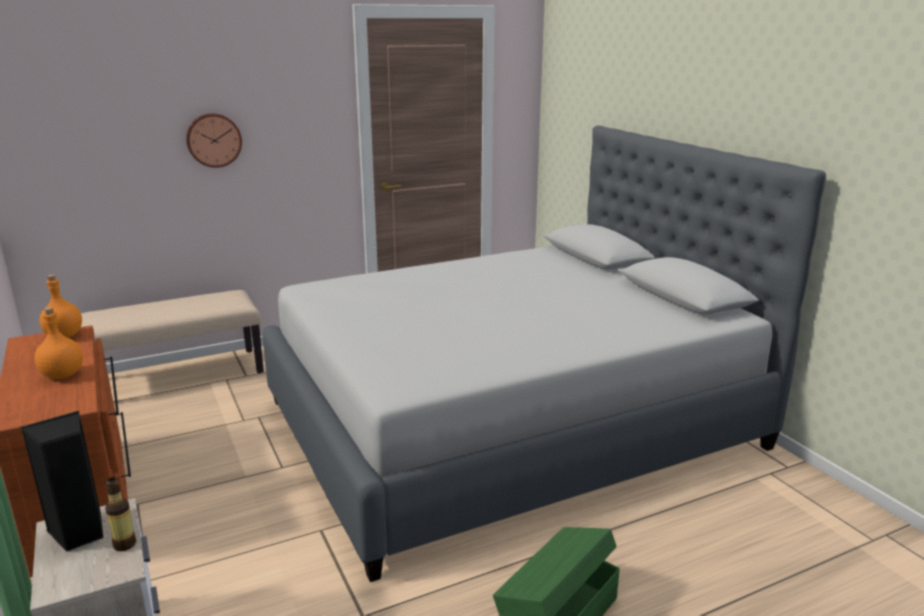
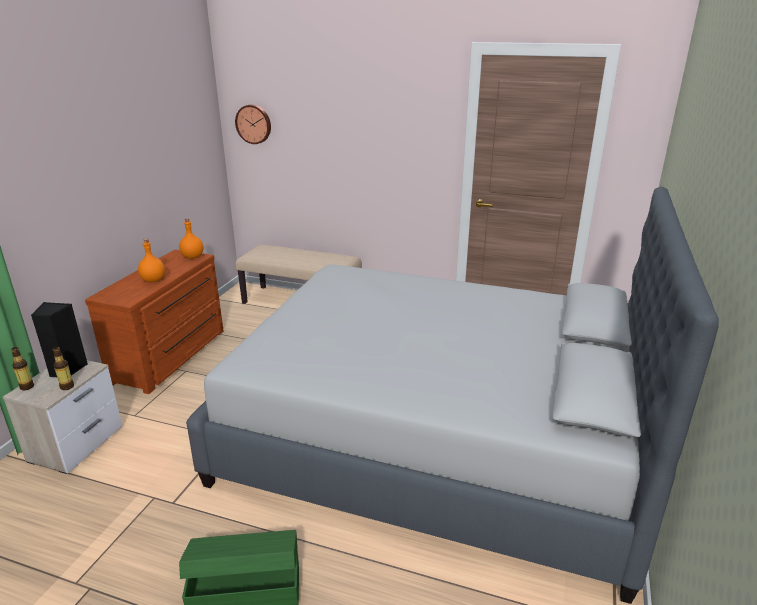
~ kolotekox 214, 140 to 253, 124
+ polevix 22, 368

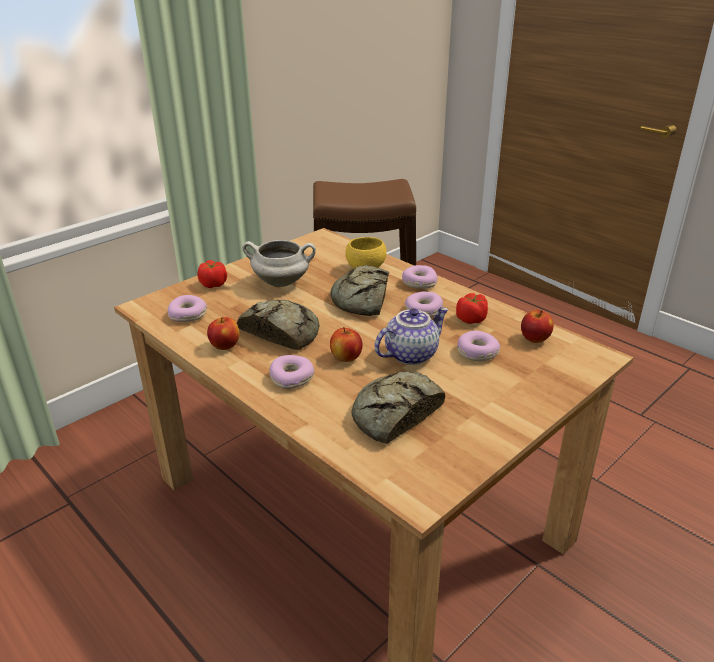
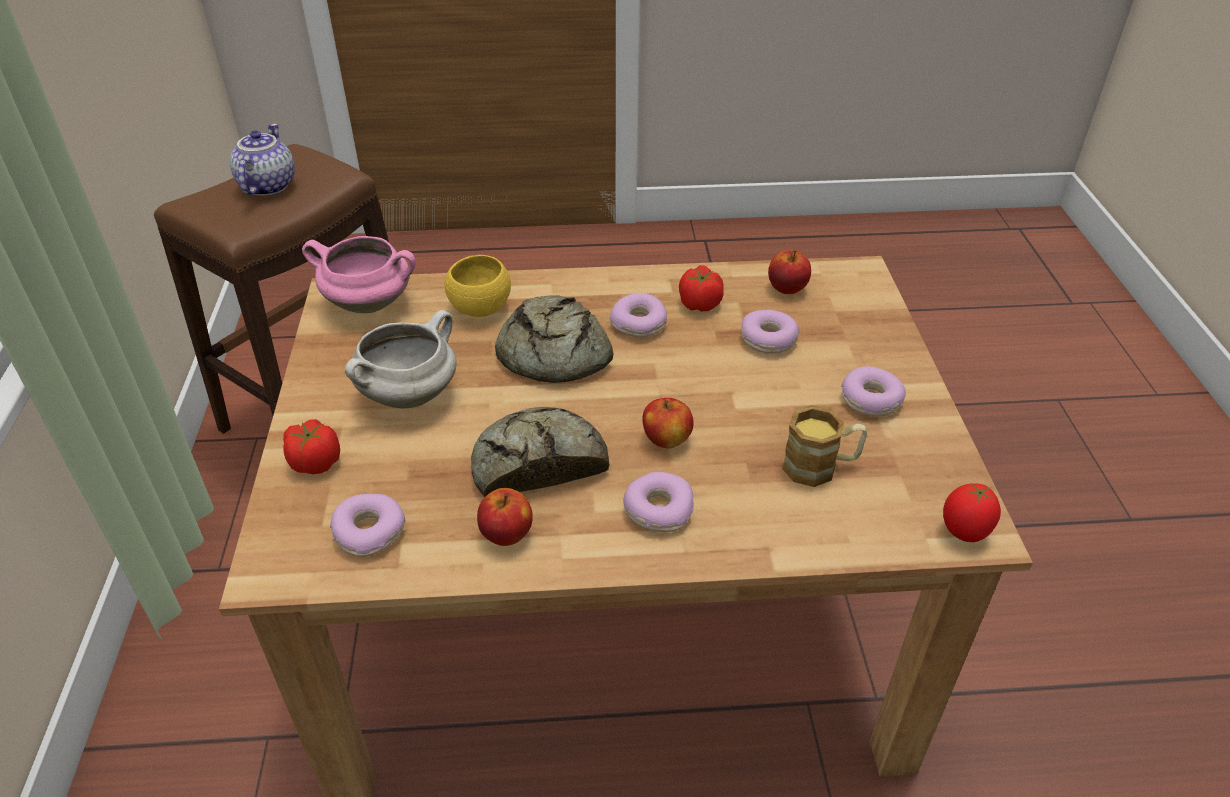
~ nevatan 398, 407 to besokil 824, 446
~ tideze 412, 336 to 262, 159
~ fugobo 420, 277 to 873, 391
+ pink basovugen 359, 274
+ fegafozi 972, 512

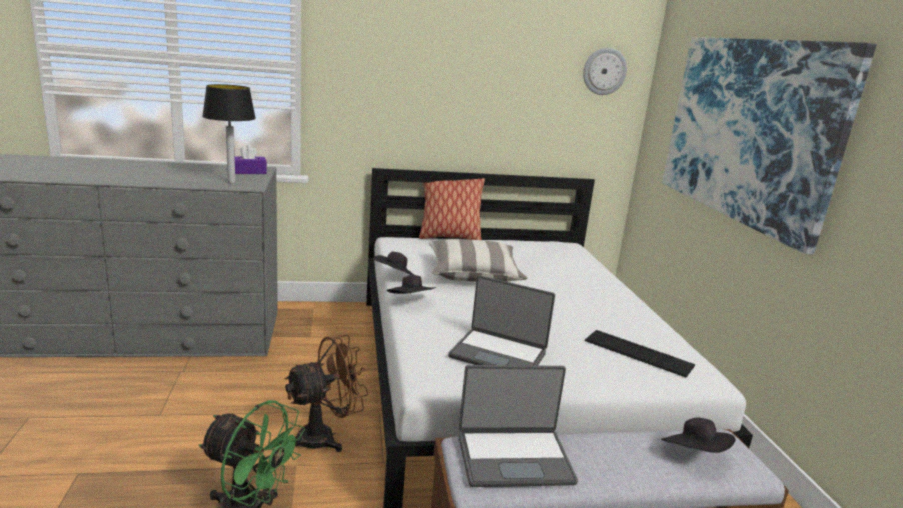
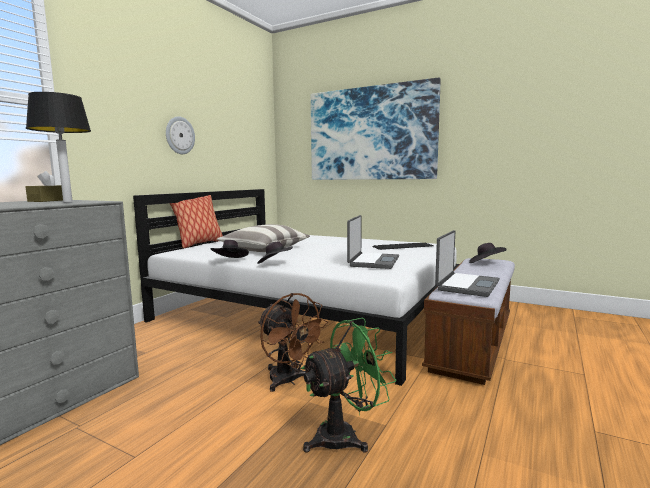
~ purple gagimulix 251, 159 to brown gagimulix 44, 186
~ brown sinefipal 326, 393 = 293, 342 135 degrees clockwise
~ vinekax 501, 320 = 373, 242 45 degrees counterclockwise
~ kolotekox 605, 71 to 180, 135

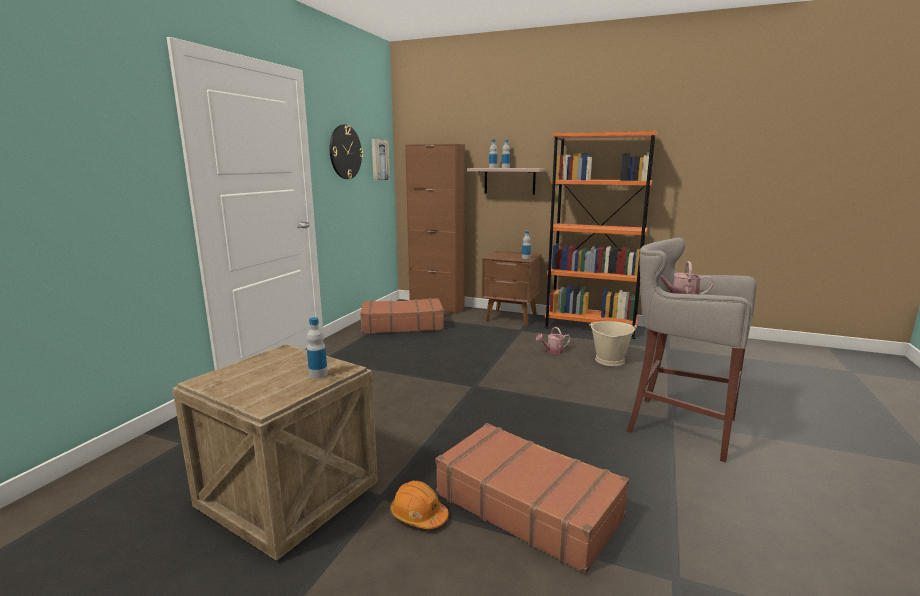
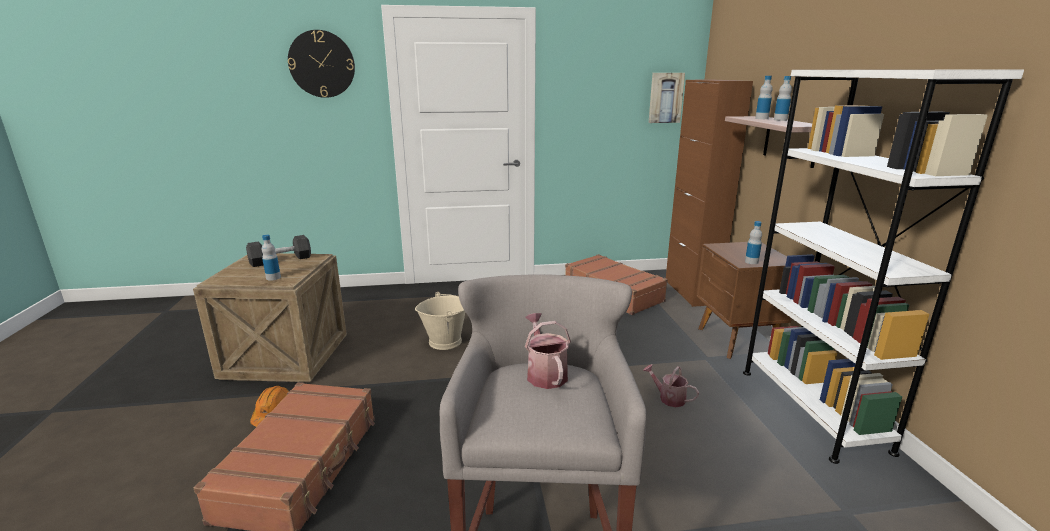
~ kolotekox 346, 152 to 321, 64
~ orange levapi 600, 235 to white levapi 883, 267
~ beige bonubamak 613, 343 to 440, 321
+ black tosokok 278, 251

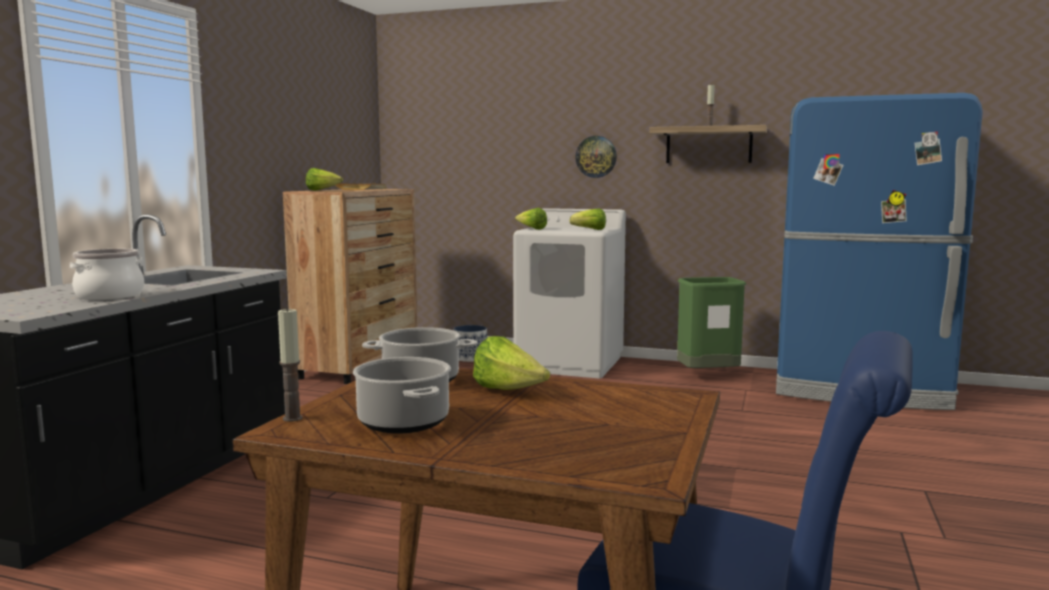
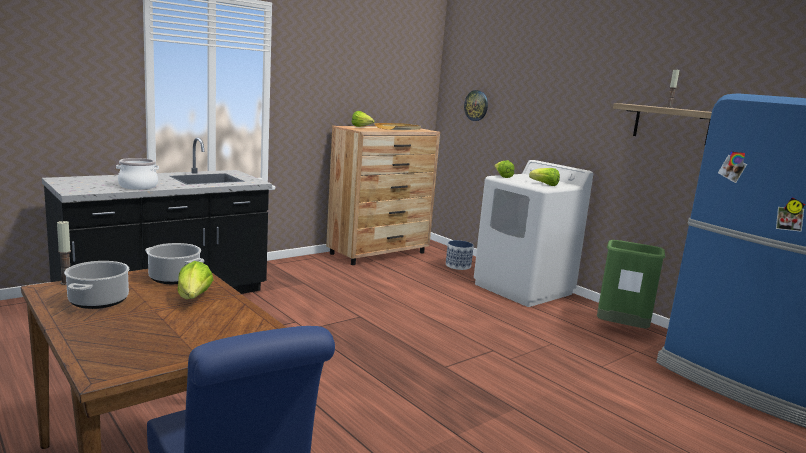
~ kolotekox 596, 157 to 476, 105

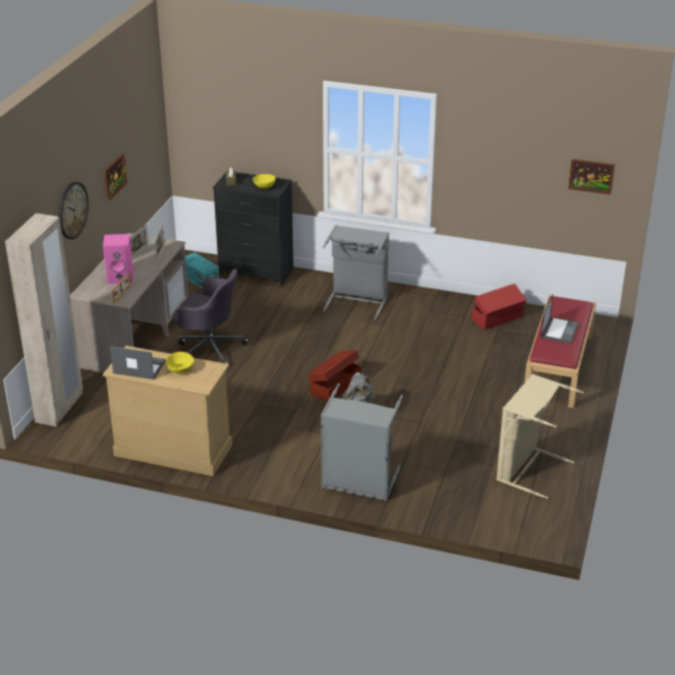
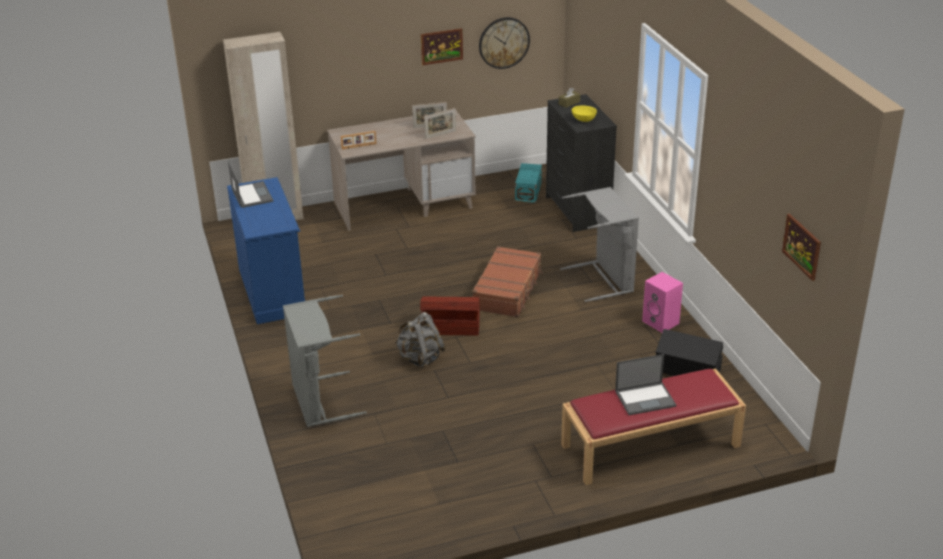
~ kolotekox 73, 210 to 504, 43
~ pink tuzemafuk 118, 259 to 662, 302
~ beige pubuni 168, 411 to blue pubuni 266, 250
- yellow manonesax 180, 363
- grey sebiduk 210, 316
~ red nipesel 499, 307 to black nipesel 689, 352
- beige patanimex 540, 436
+ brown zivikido 507, 281

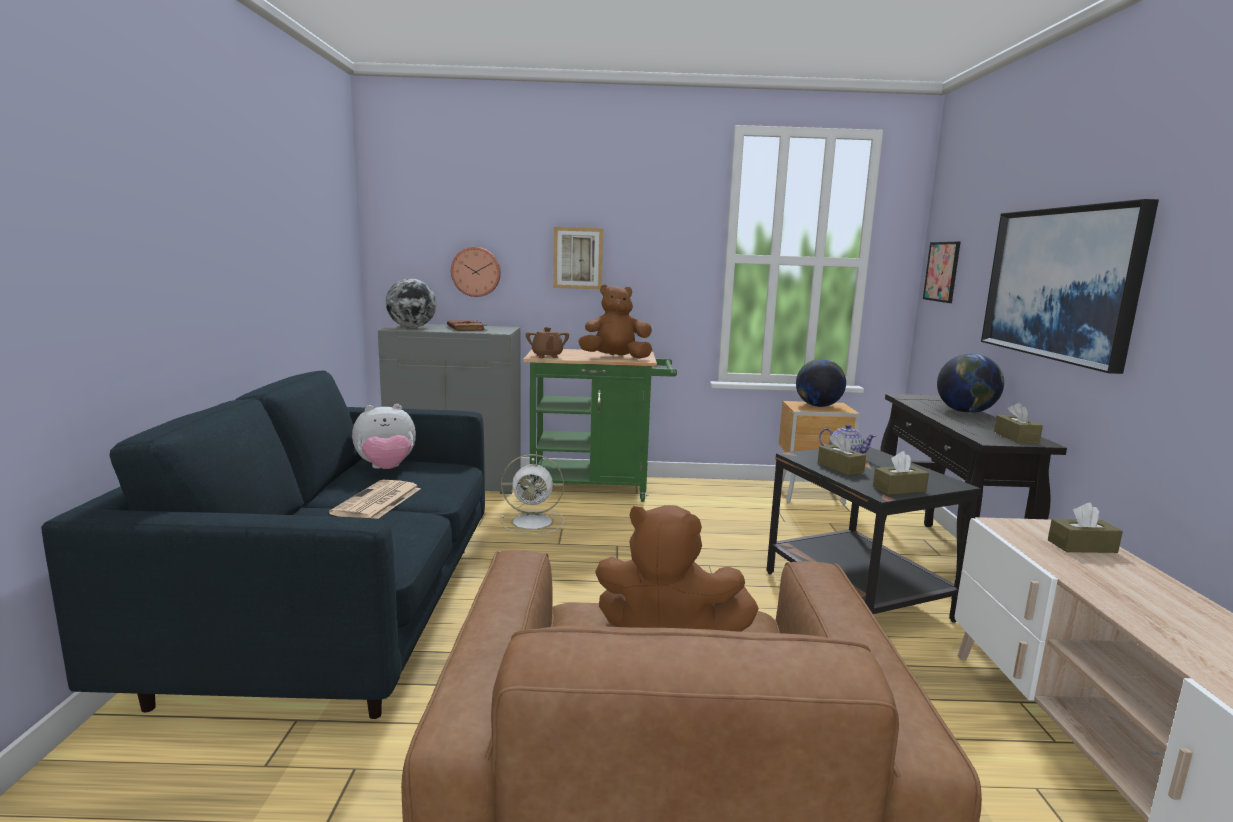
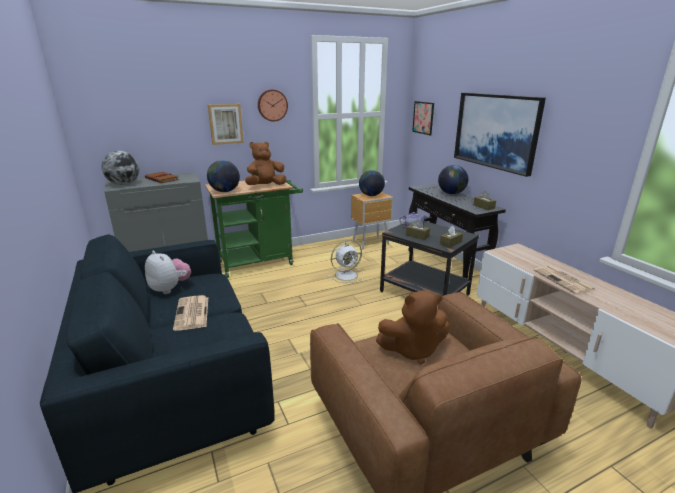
~ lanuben 384, 436 = 168, 272 90 degrees counterclockwise
~ kolotekox 476, 272 to 273, 105
~ white sinefipal 532, 494 to 346, 261
~ brown tideze 547, 342 to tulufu 223, 176
- brown gagimulix 1085, 528
+ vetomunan 564, 280

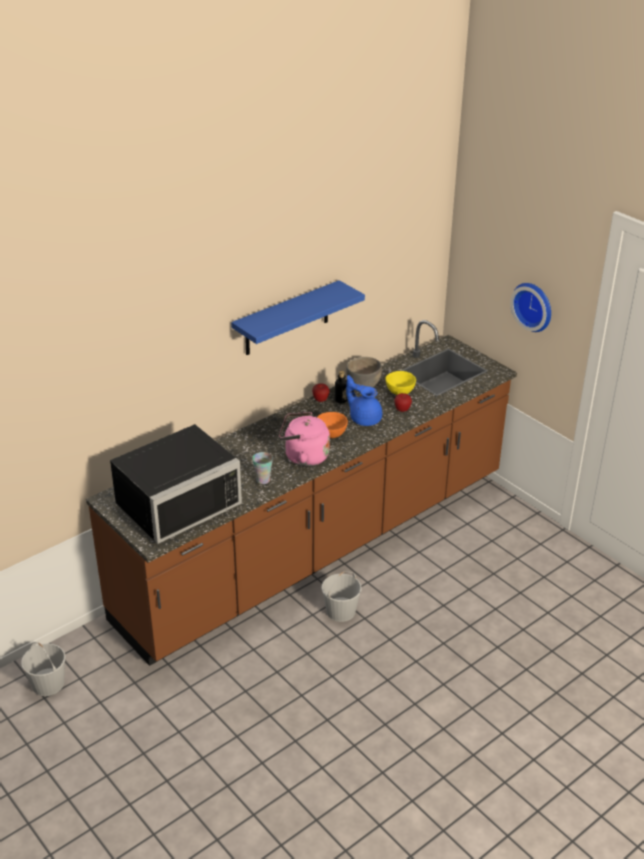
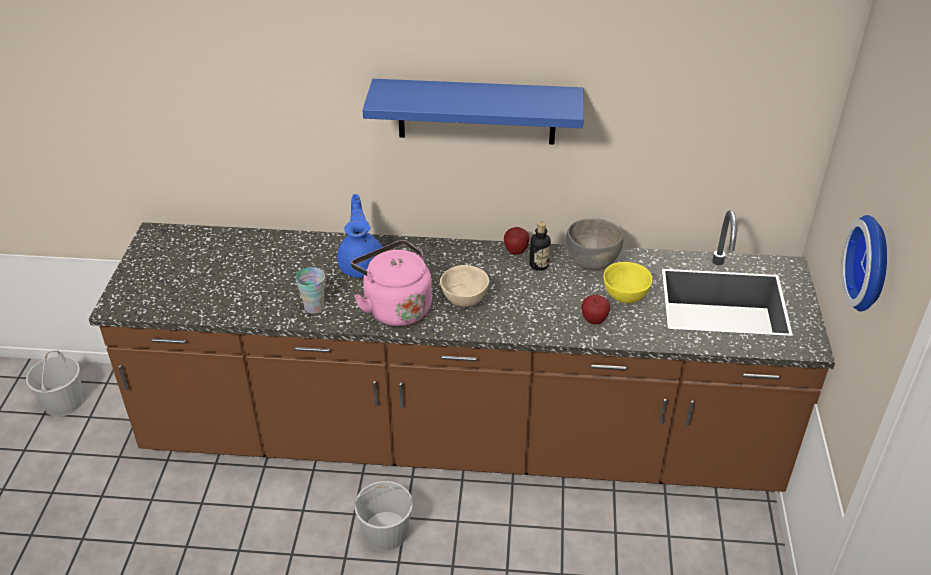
- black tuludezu 176, 484
~ orange manonesax 332, 425 to beige manonesax 464, 286
~ blue tideze 364, 400 to 359, 236

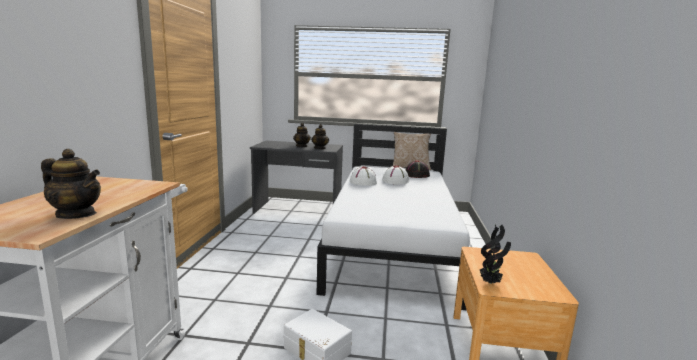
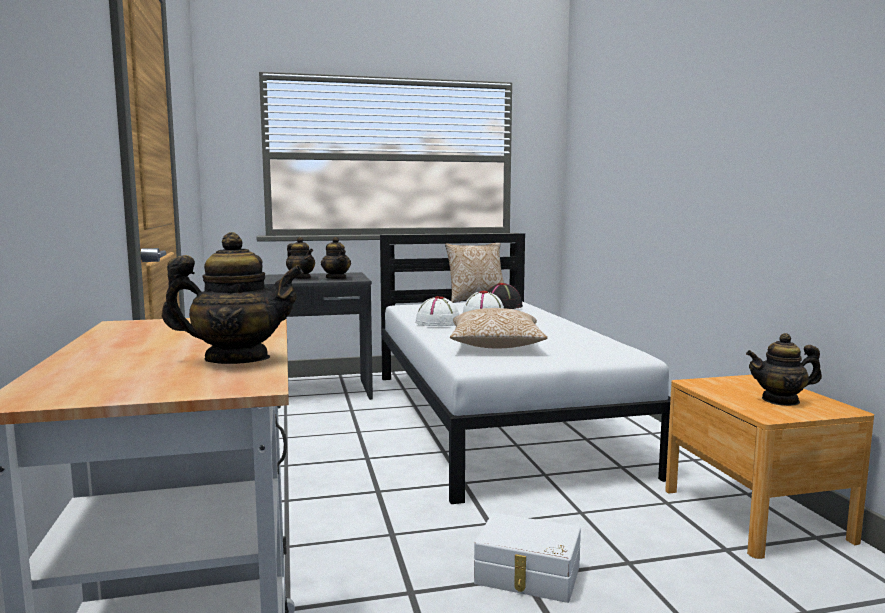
- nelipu 495, 254
+ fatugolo 499, 328
+ tideze 784, 369

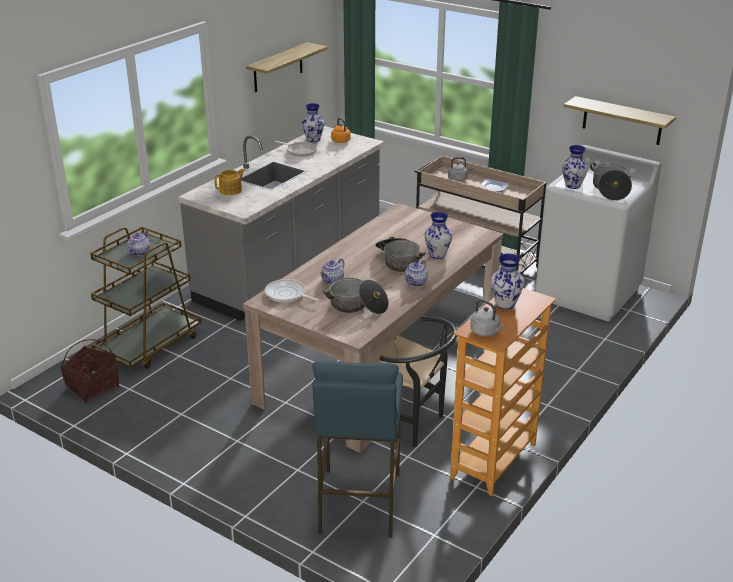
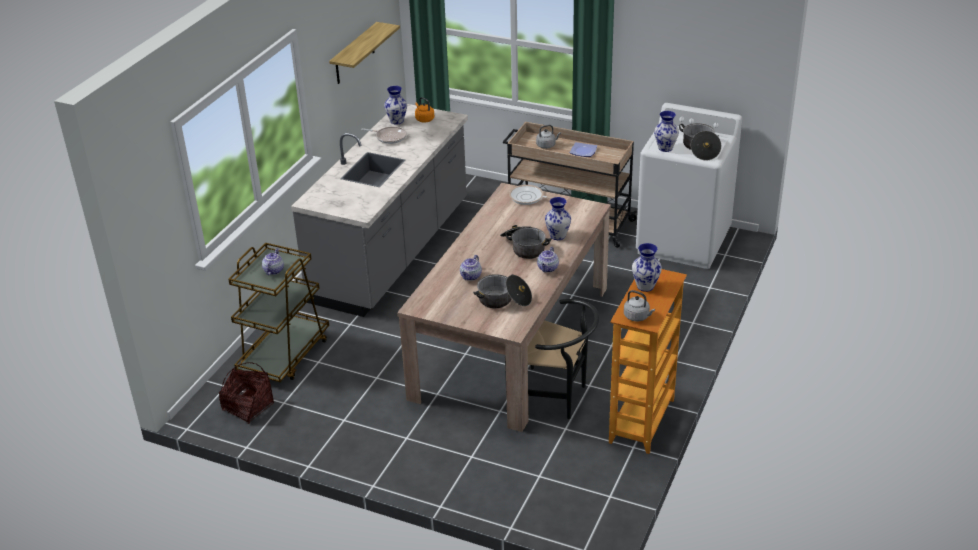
- tideze 229, 182
~ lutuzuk 292, 290 to 531, 195
- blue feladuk 357, 449
- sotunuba 619, 120

